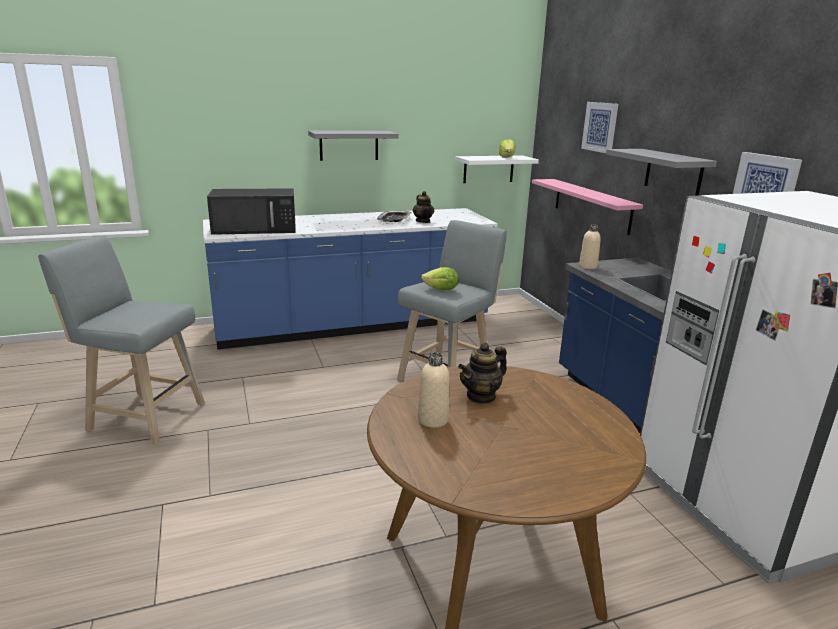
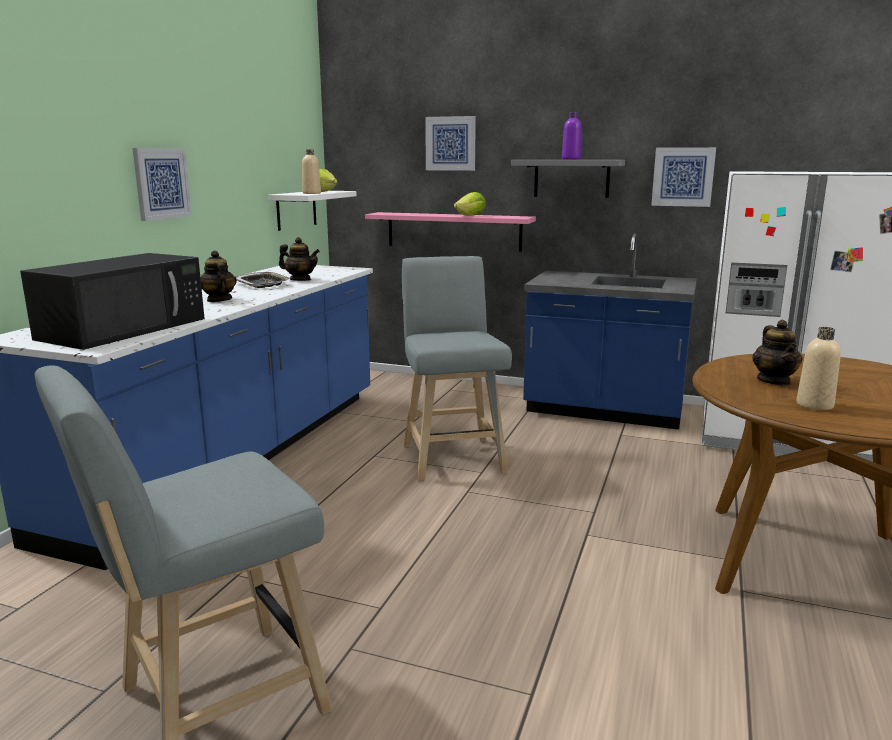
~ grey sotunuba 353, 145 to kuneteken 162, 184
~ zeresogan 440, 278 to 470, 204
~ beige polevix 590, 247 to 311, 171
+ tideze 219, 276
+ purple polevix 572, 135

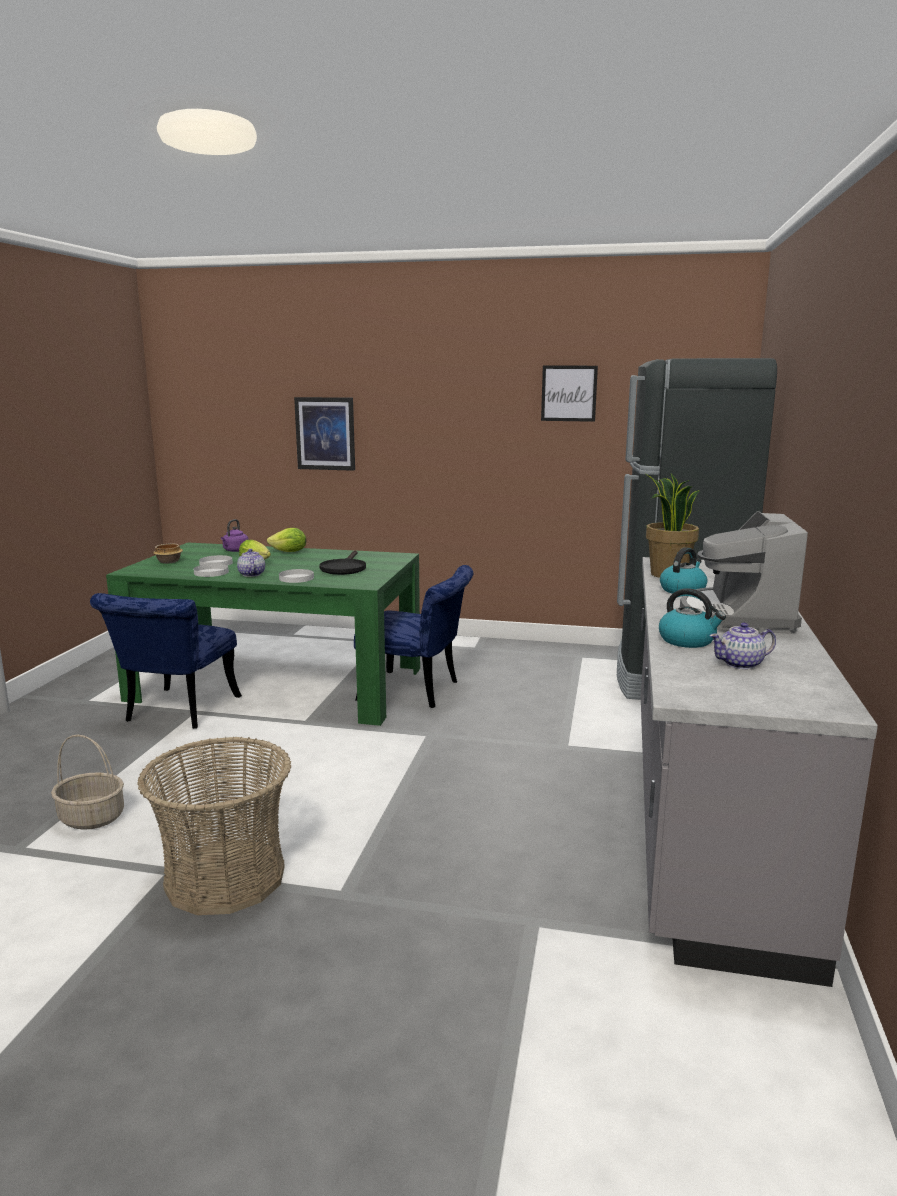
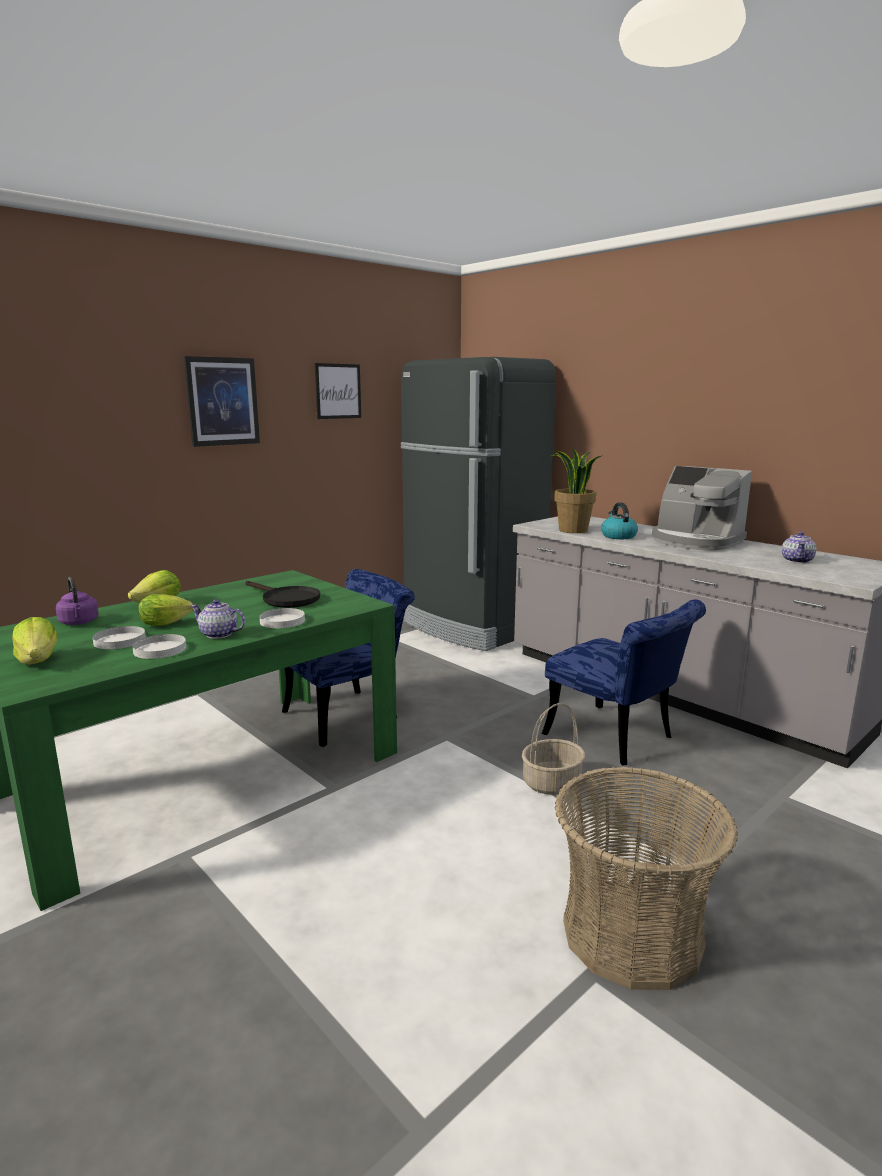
~ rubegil 87, 782 to 553, 749
~ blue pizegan 166, 661 to 624, 682
~ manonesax 168, 553 to zeresogan 35, 641
~ kuneteken 324, 434 to 222, 401
- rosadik 692, 618

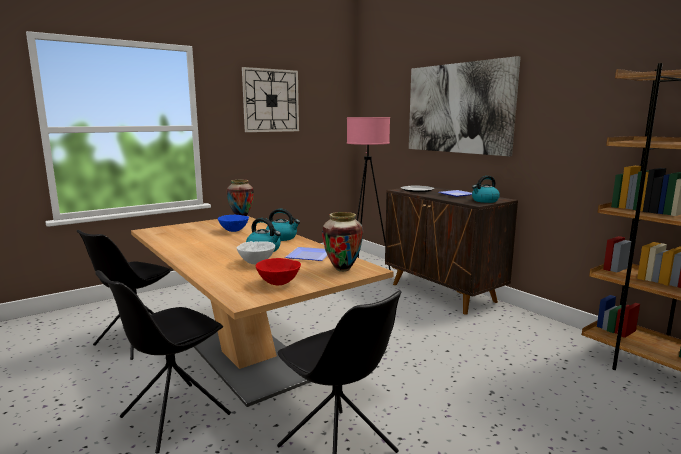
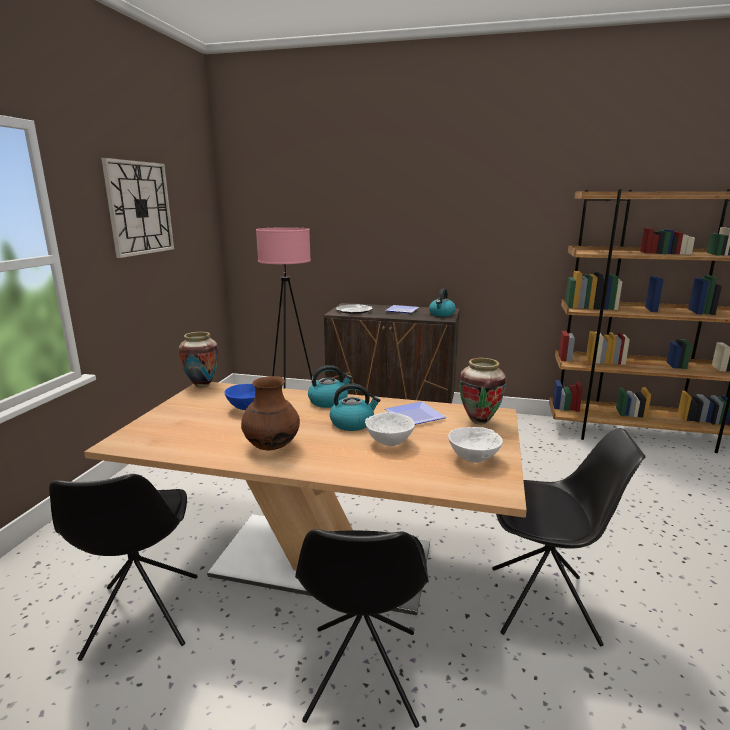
~ red manonesax 278, 271 to white manonesax 475, 445
- kuneteken 465, 106
+ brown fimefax 270, 413

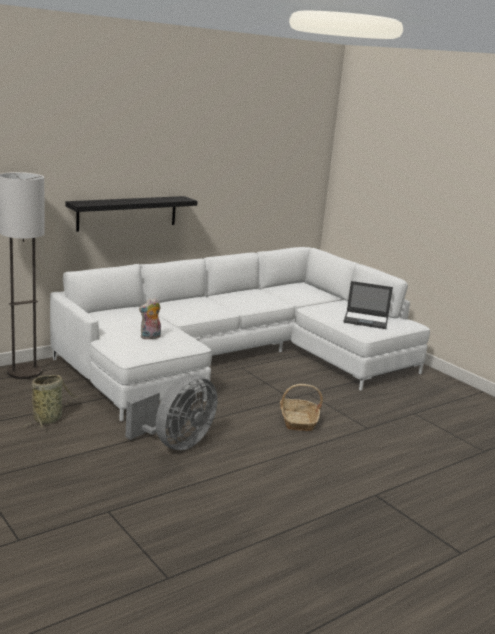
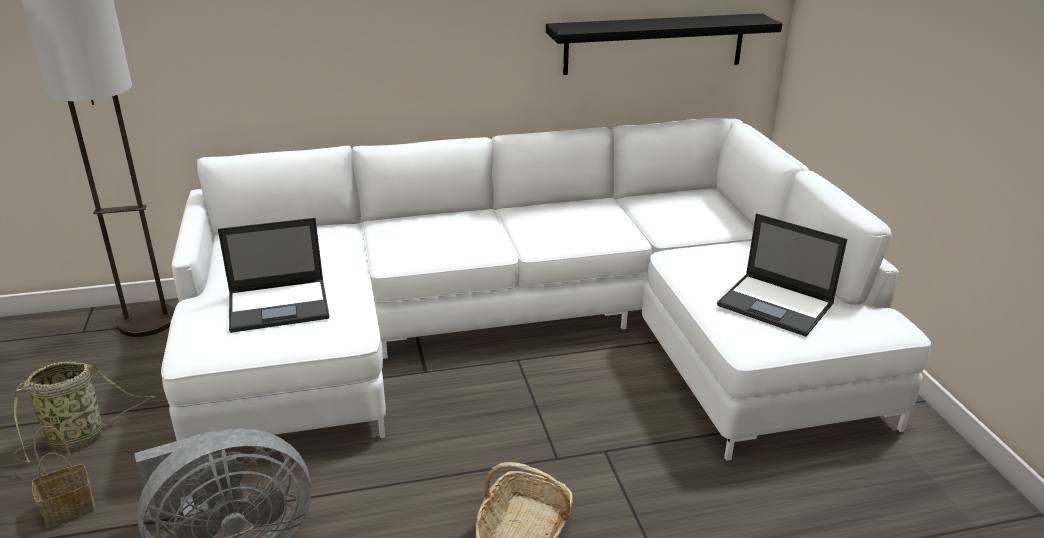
~ black sotunuba 132, 214 to 664, 44
~ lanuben 150, 319 to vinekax 273, 275
+ rubegil 63, 476

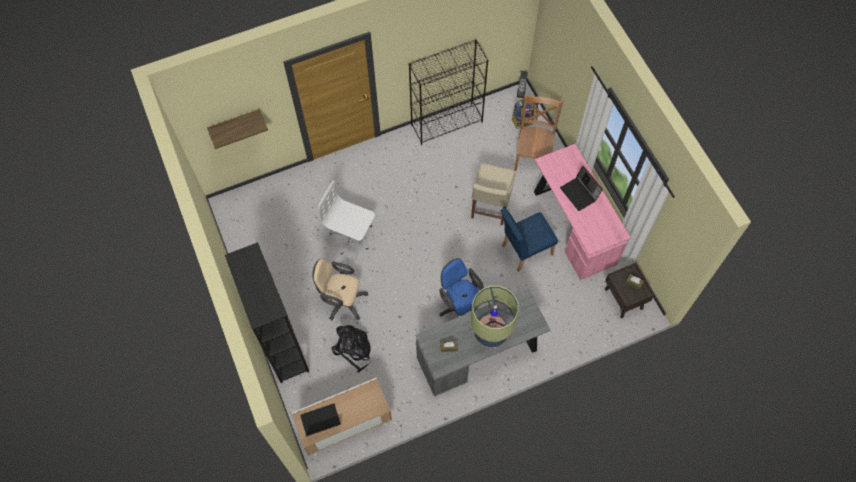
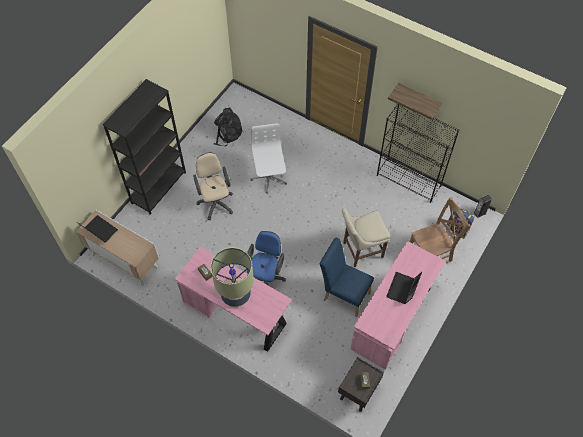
~ sotunuba 237, 129 to 415, 101
~ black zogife 351, 349 to 229, 126
~ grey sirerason 483, 342 to pink sirerason 233, 299

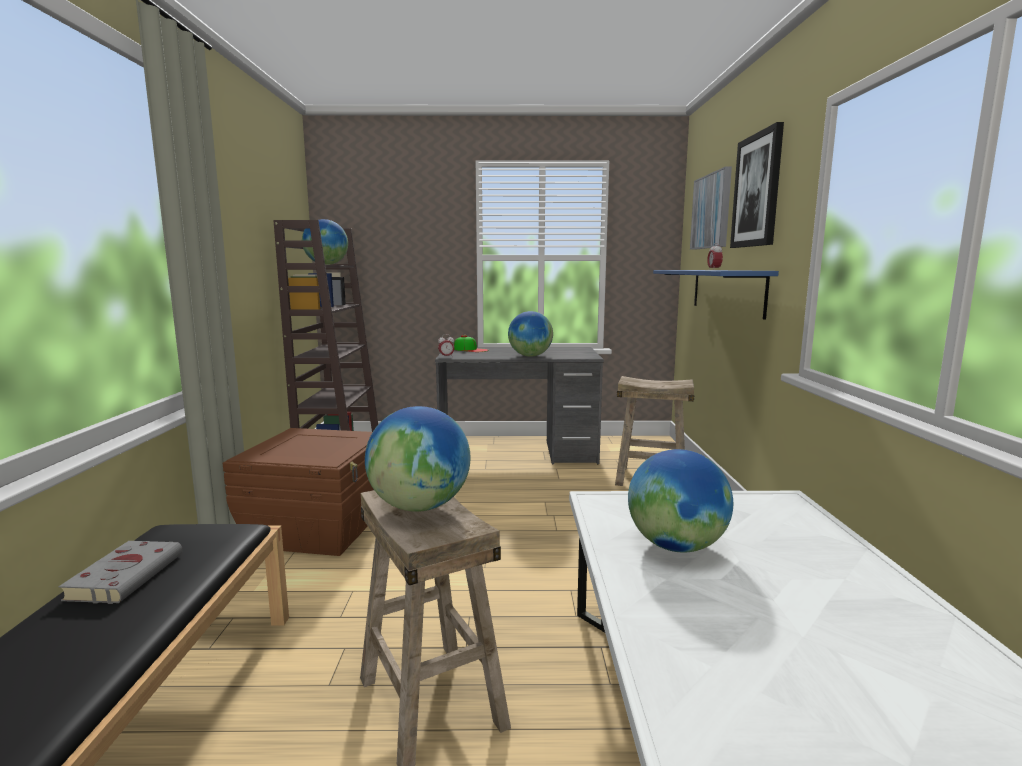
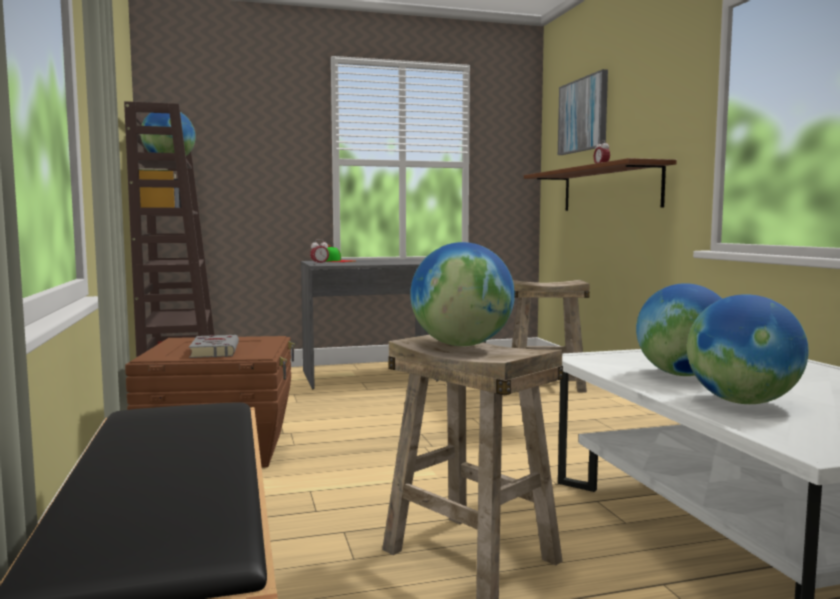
~ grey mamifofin 120, 572 to 214, 346
~ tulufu 530, 334 to 748, 349
~ blue sotunuba 716, 295 to brown sotunuba 600, 184
- kuneteken 757, 185

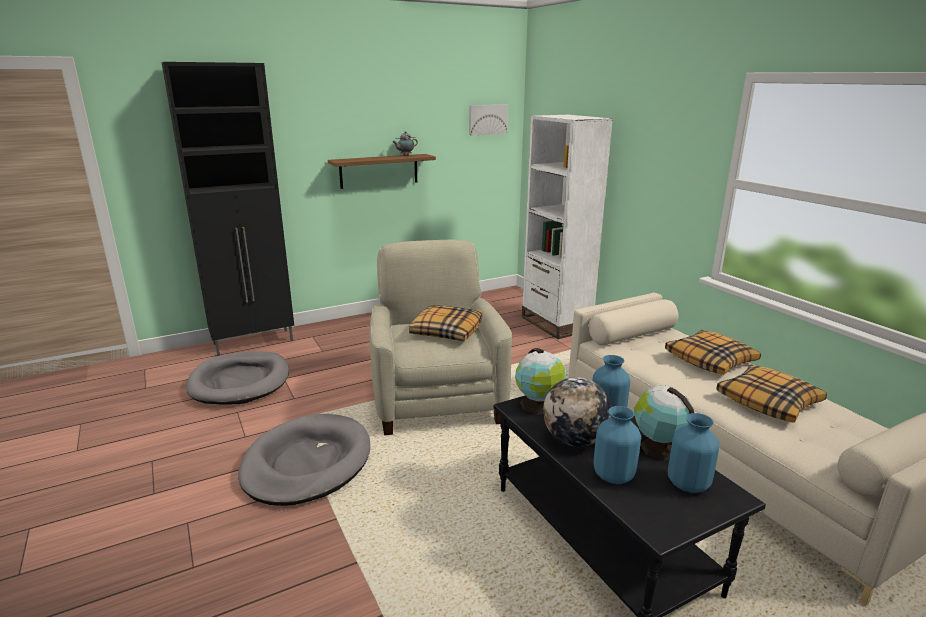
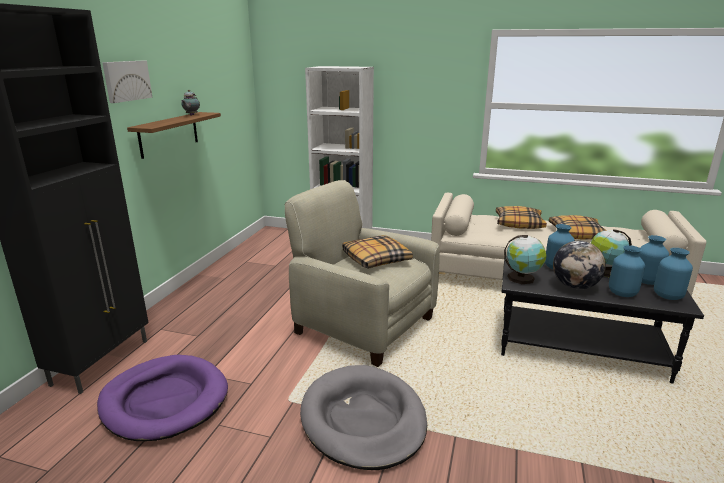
~ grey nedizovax 237, 377 to purple nedizovax 162, 398
~ kuneteken 488, 119 to 127, 82
+ blue fimefax 673, 274

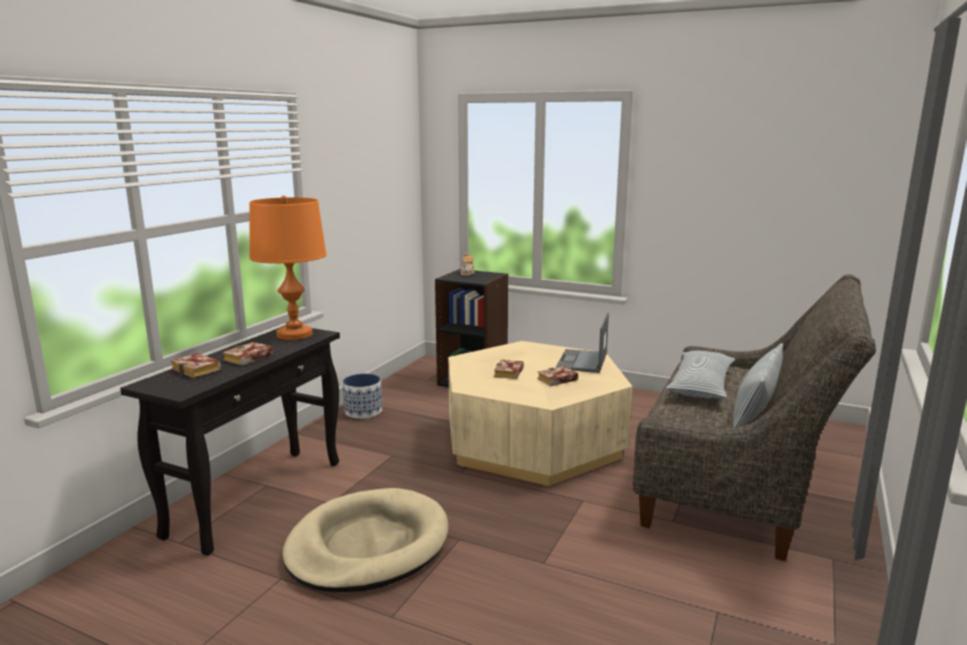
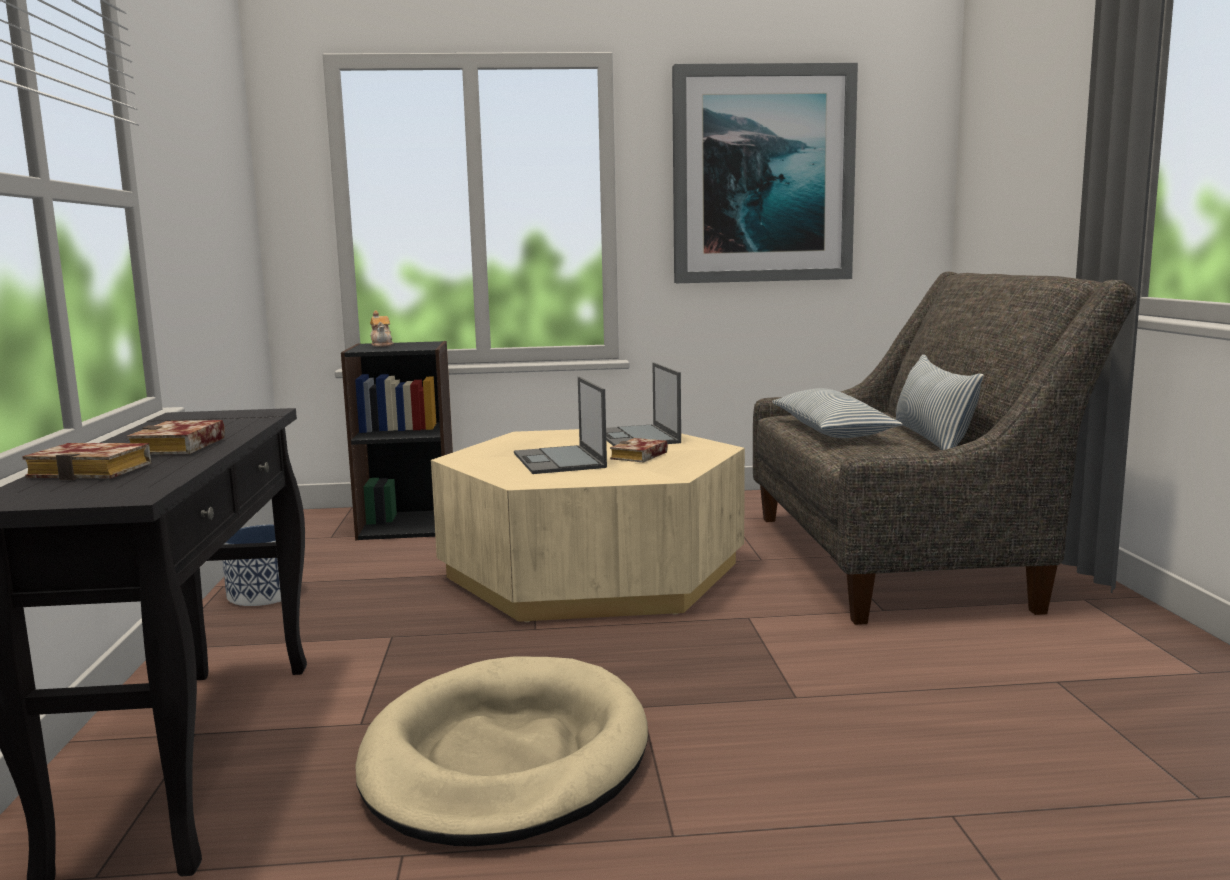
- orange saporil 288, 267
~ mamifofin 509, 369 to vinekax 560, 425
+ kuneteken 765, 173

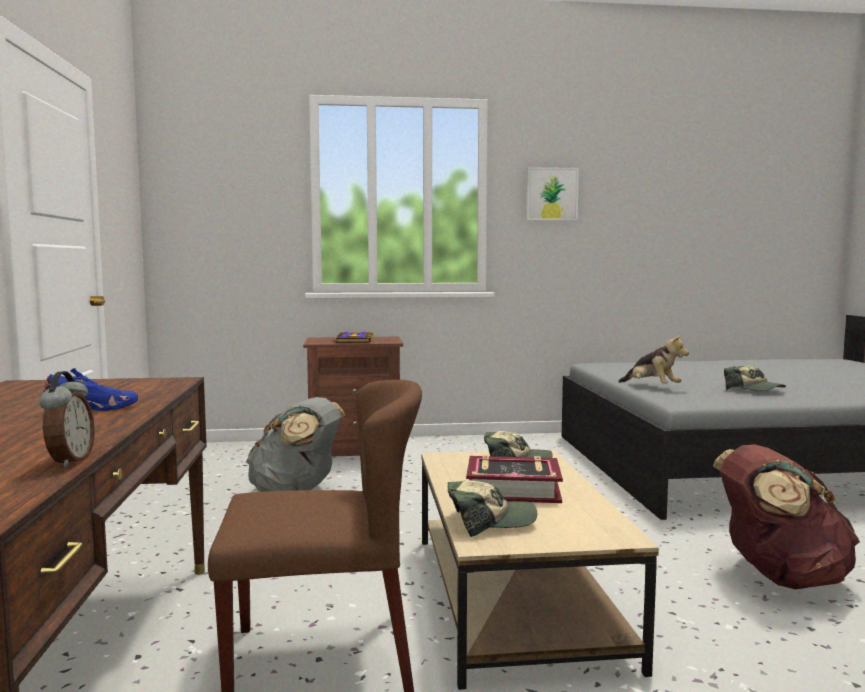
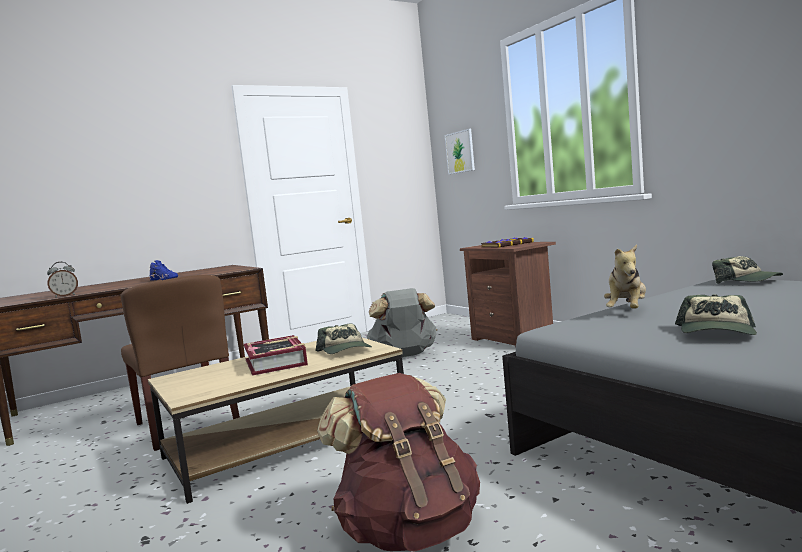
~ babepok 492, 508 to 747, 270
~ kuneteken 552, 194 to 460, 151

